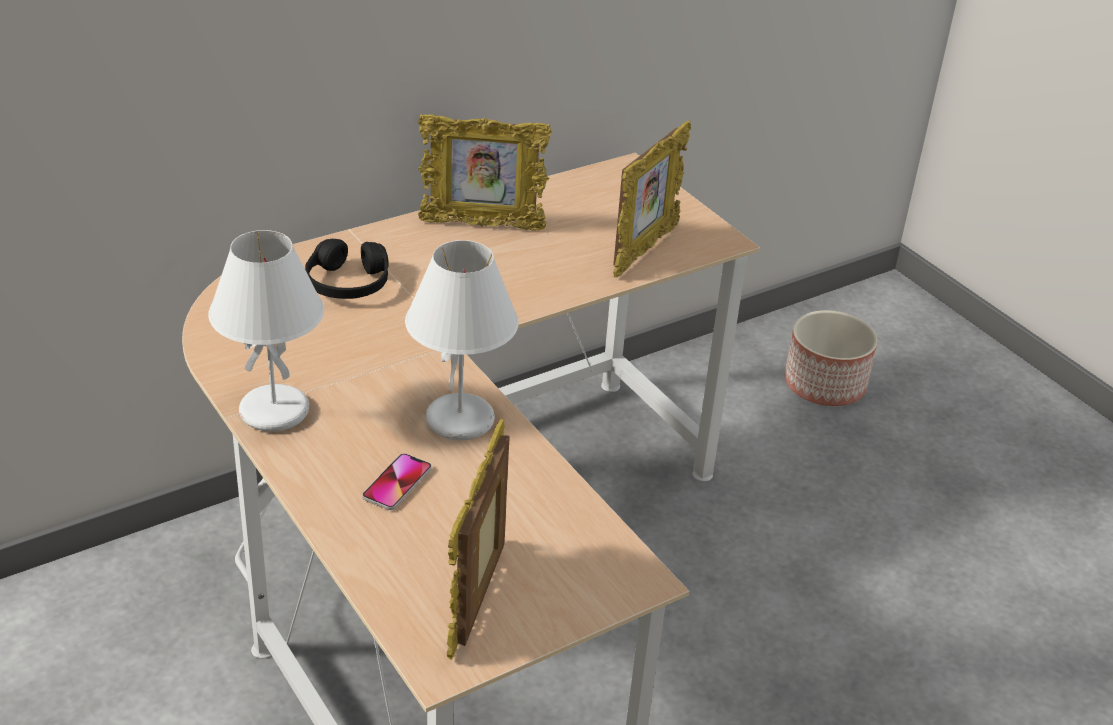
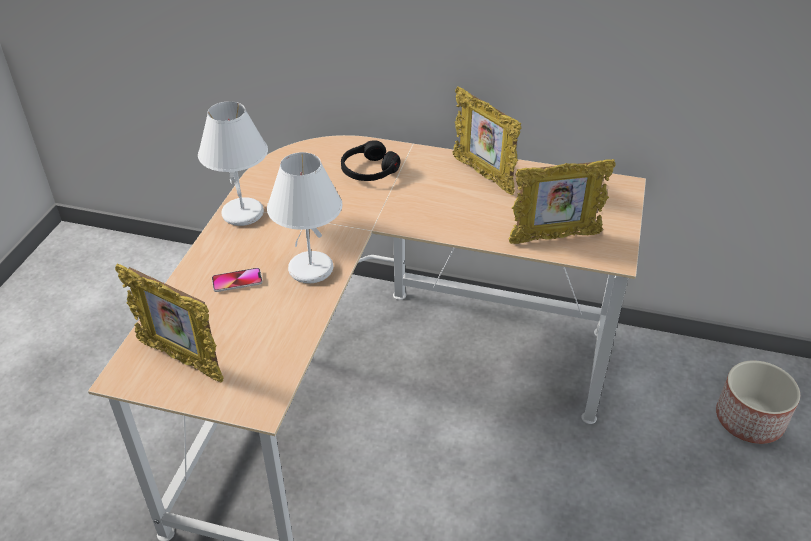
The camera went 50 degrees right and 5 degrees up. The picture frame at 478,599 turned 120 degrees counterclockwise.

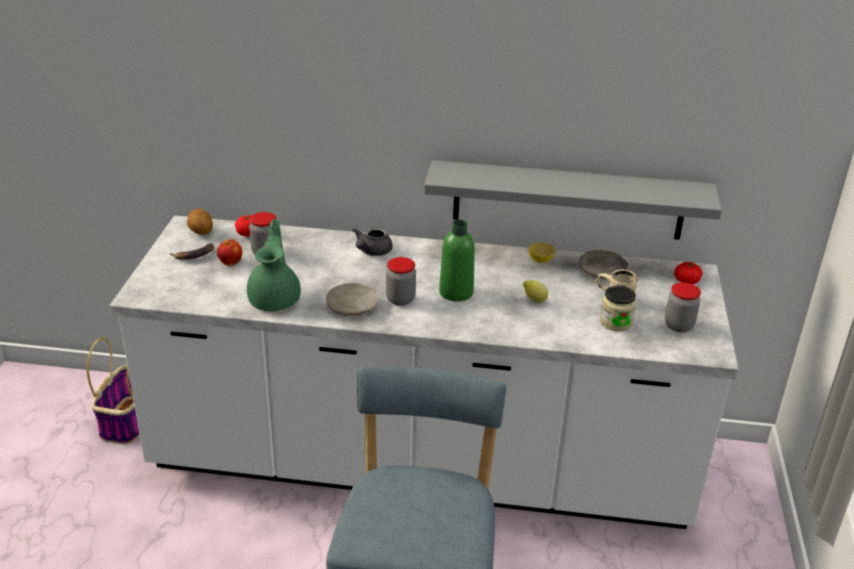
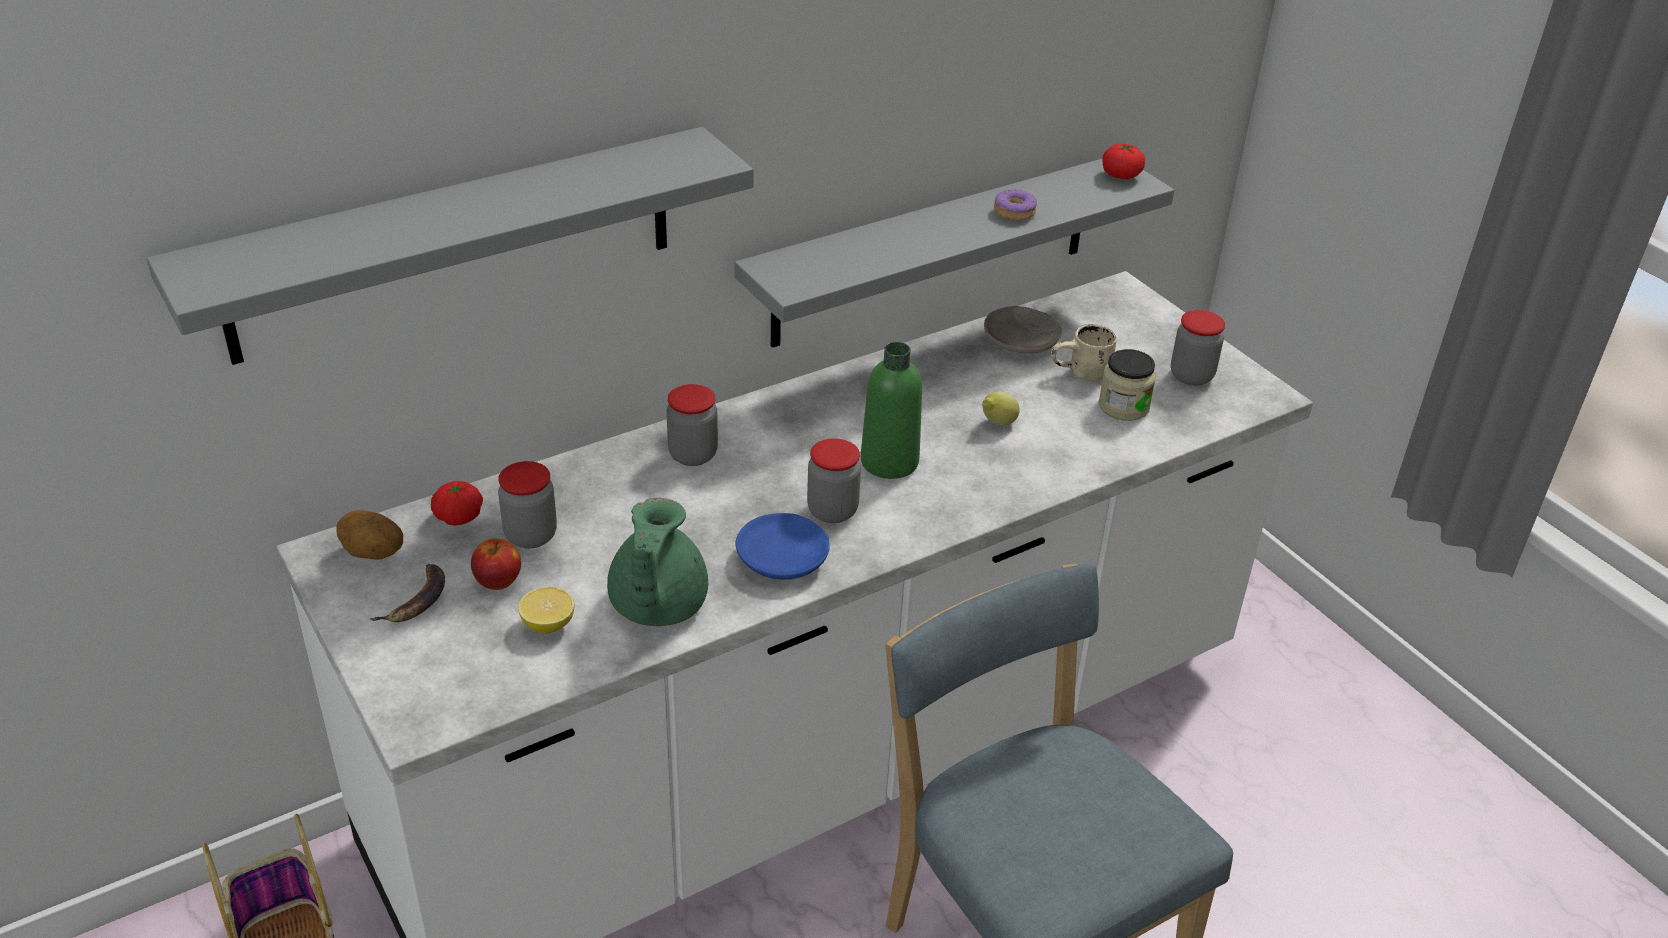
The camera went 40 degrees left and 5 degrees up. The greenish pot for tea at 275,299 turned 135 degrees counterclockwise. The beige dinner plate at 352,307 became the bluish dinner plate at 783,559. The greyish pot for tea at 372,252 was replaced by the storage jar at 693,454. The lemon moved from 541,260 to 548,624. The fresh tomato moved from 686,281 to 1121,175. The greyish shelf at 454,244 appeared. The doughnut at 1014,212 appeared.

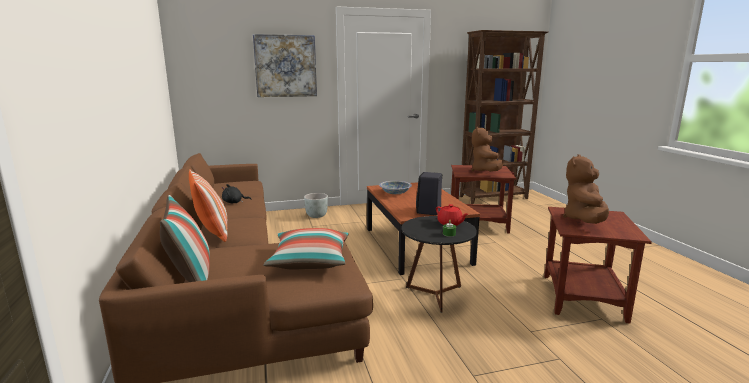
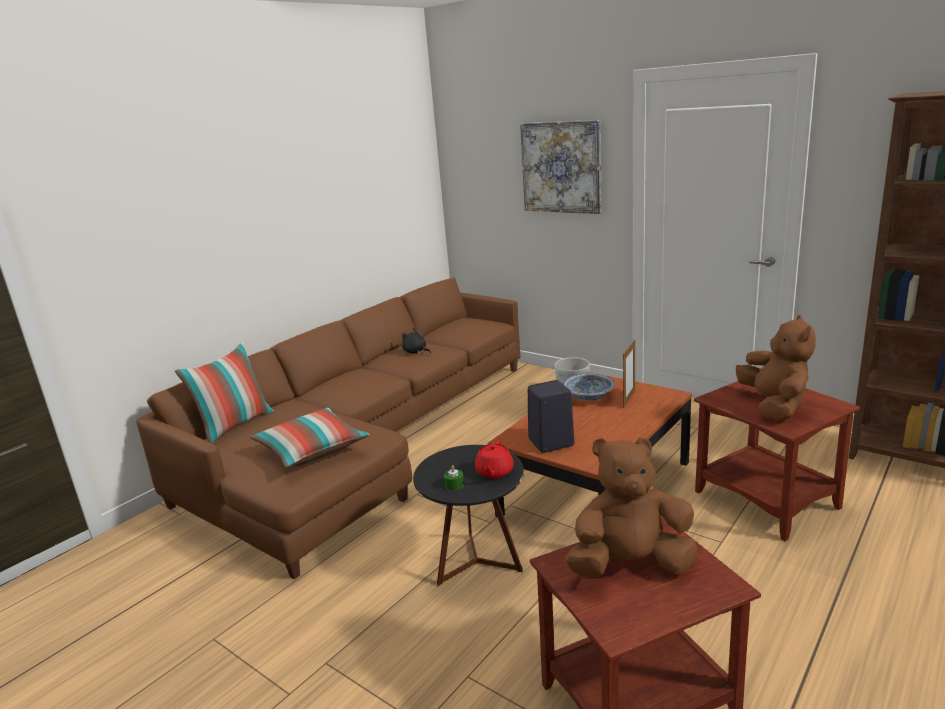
The camera went 55 degrees right and 5 degrees up. The pillow at 212,232 disappeared. The brownish cuddly toy at 485,171 turned 120 degrees clockwise. The picture frame at 629,399 appeared.

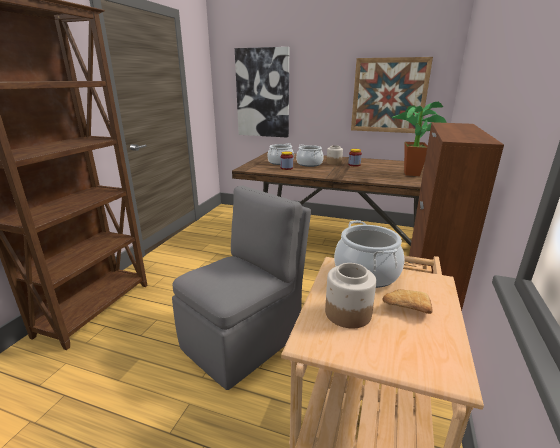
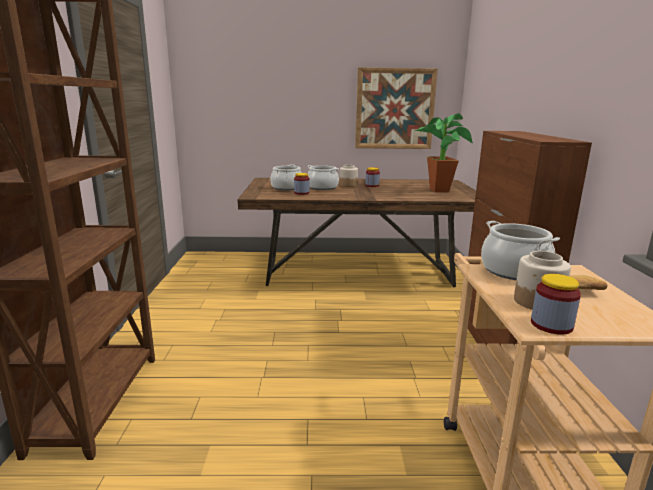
The camera went 20 degrees left and 5 degrees down. The greyish chair at 244,339 disappeared. The wall picture at 263,93 disappeared. The storage jar at 551,325 appeared.

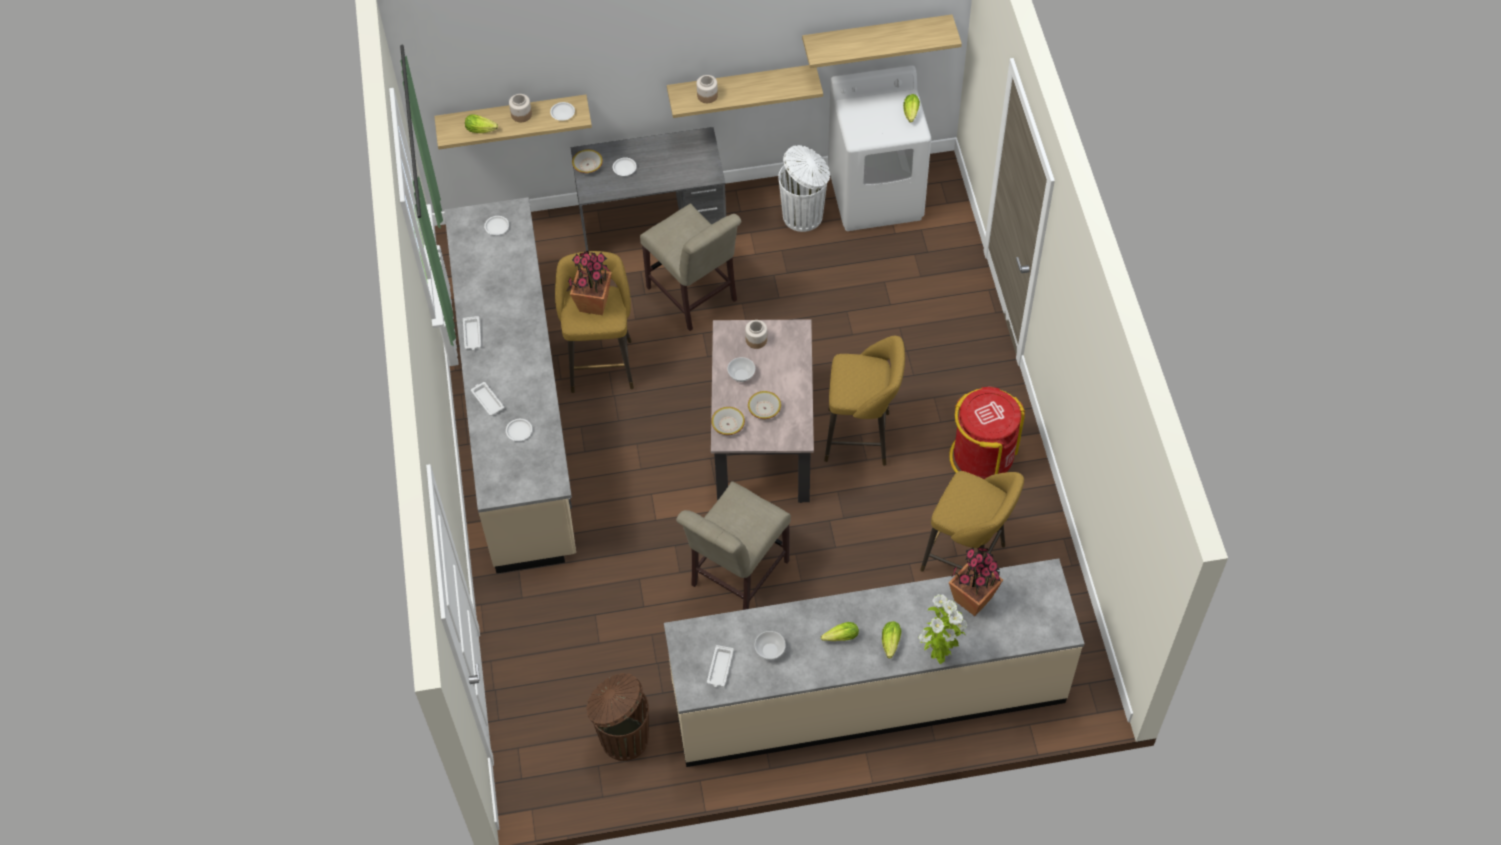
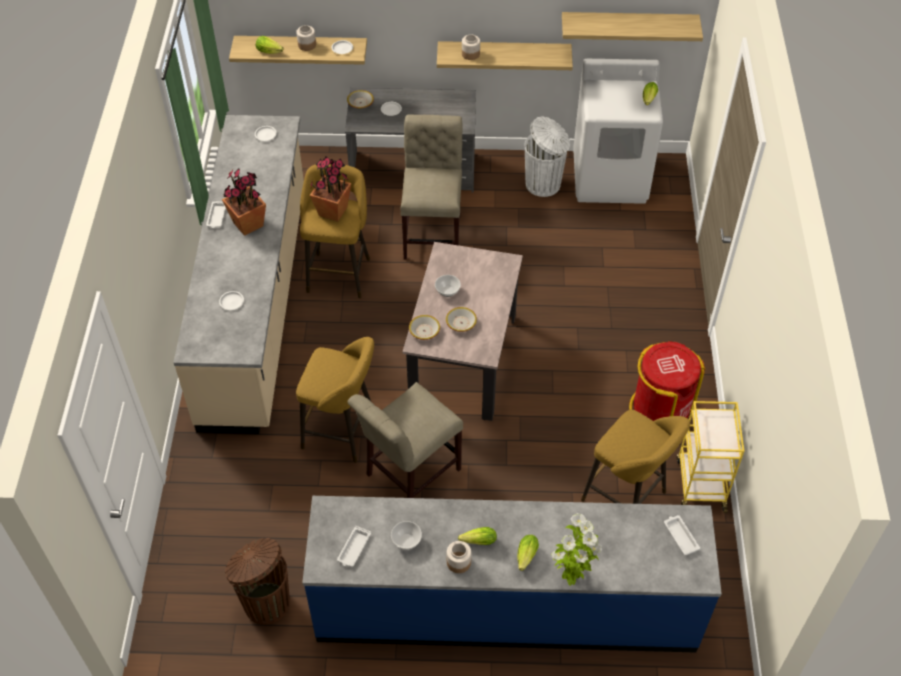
The camera went 10 degrees right and 5 degrees down. The white carrying tray moved from 487,400 to 680,536. The beige chair at 694,297 turned 150 degrees counterclockwise. The beige kitchen base unit at 868,693 became the bluish kitchen base unit at 506,606. The storage jar moved from 756,340 to 459,562. The yellow sitting stool moved from 862,437 to 343,432. The potted plant moved from 972,599 to 248,224. The yellow wheeled cart at 700,483 appeared.

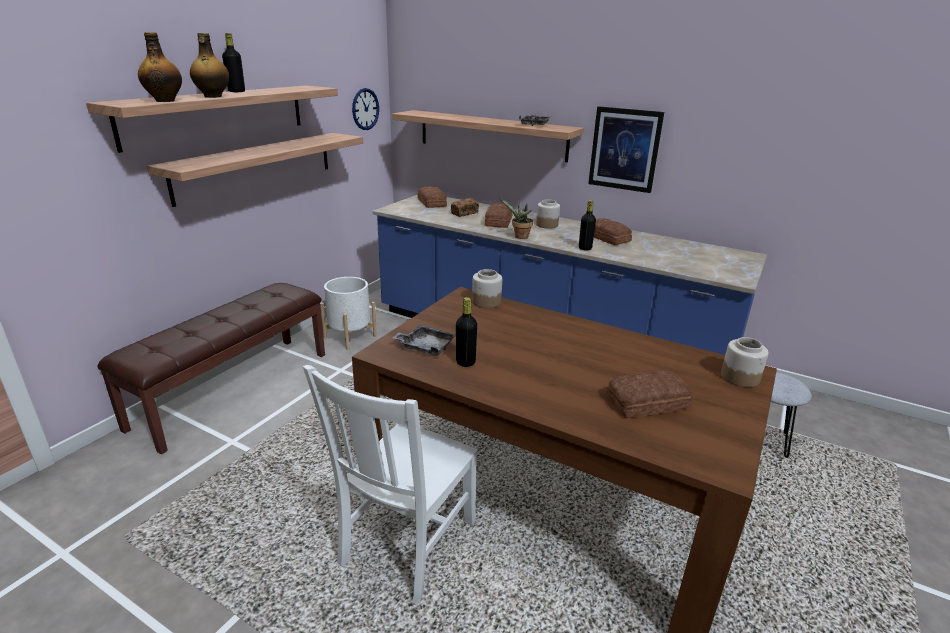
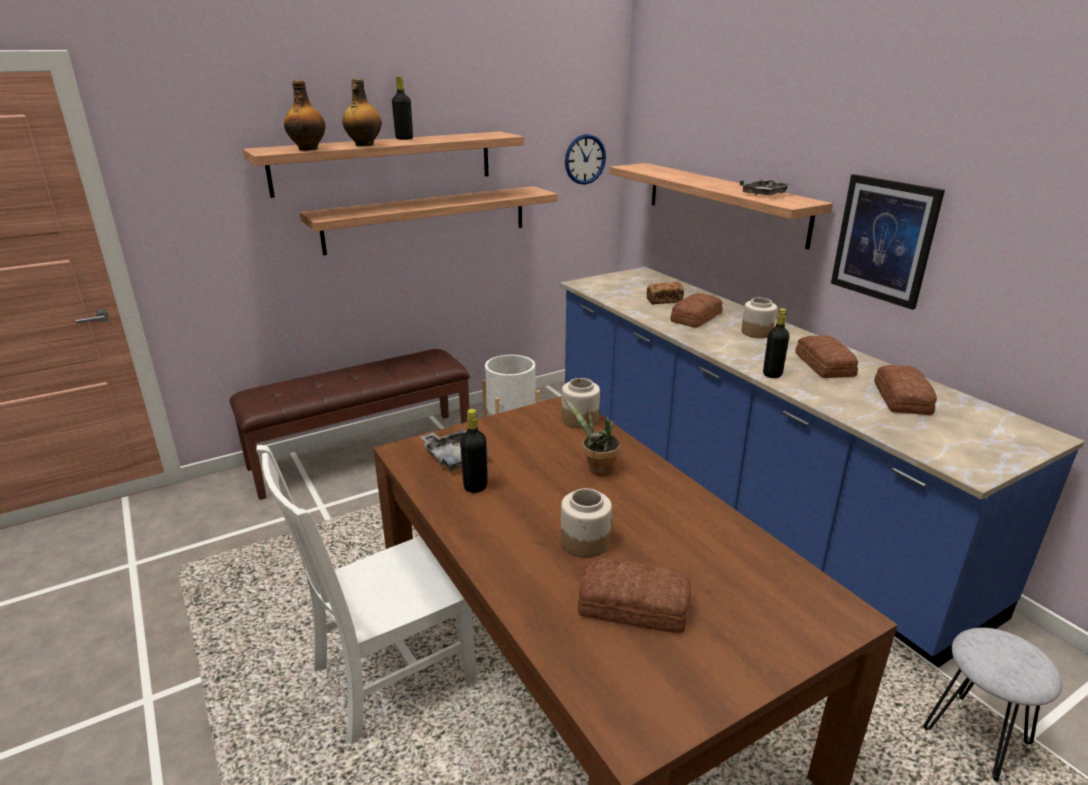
The camera went 30 degrees right and 0 degrees up. The bakery bread moved from 432,202 to 903,398. The potted plant moved from 519,237 to 596,469. The storage jar moved from 740,377 to 585,541.

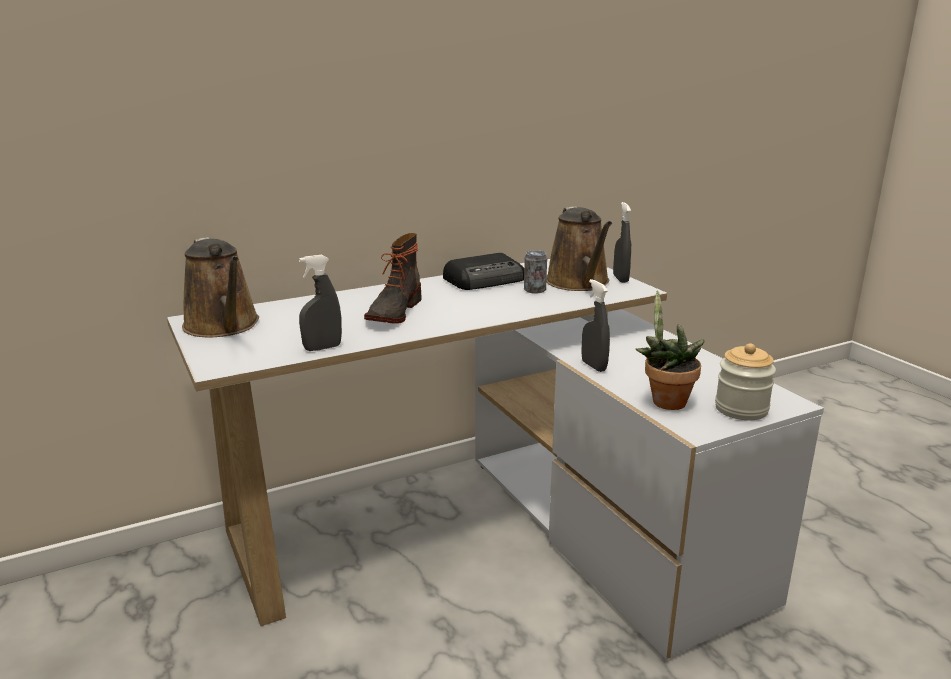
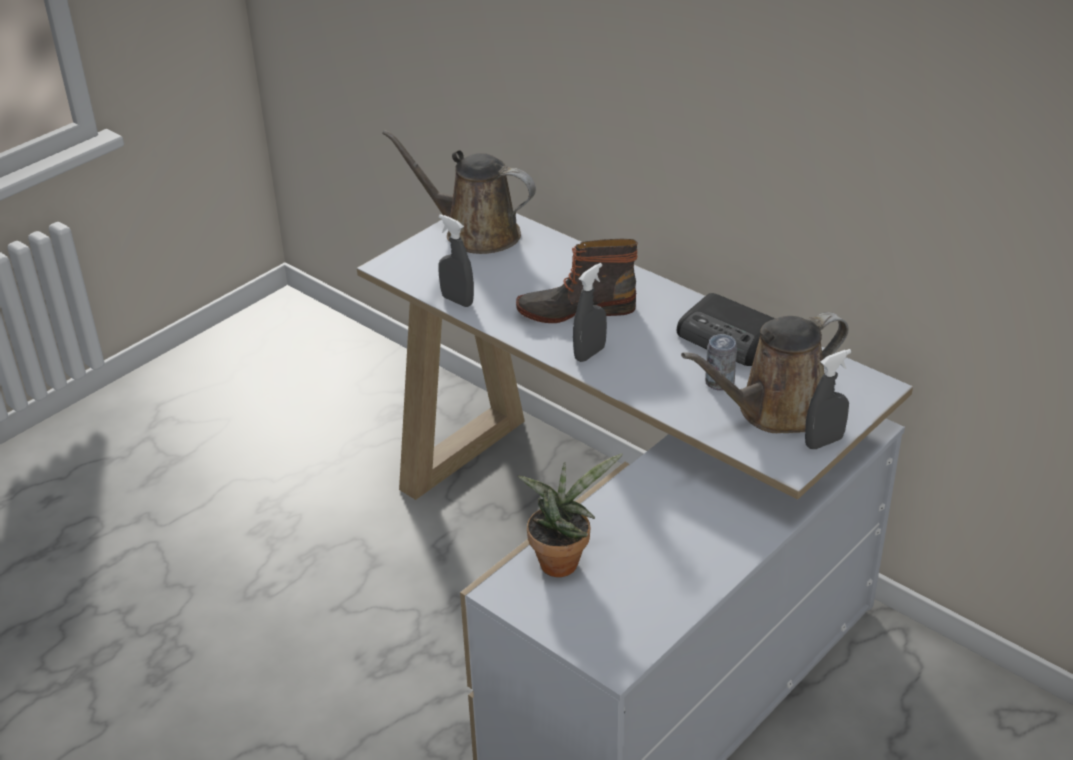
The camera went 70 degrees right and 15 degrees up. The brownish watering can at 223,326 turned 75 degrees clockwise. The greyish sprayer moved from 593,366 to 589,353. The storage jar at 741,409 disappeared.

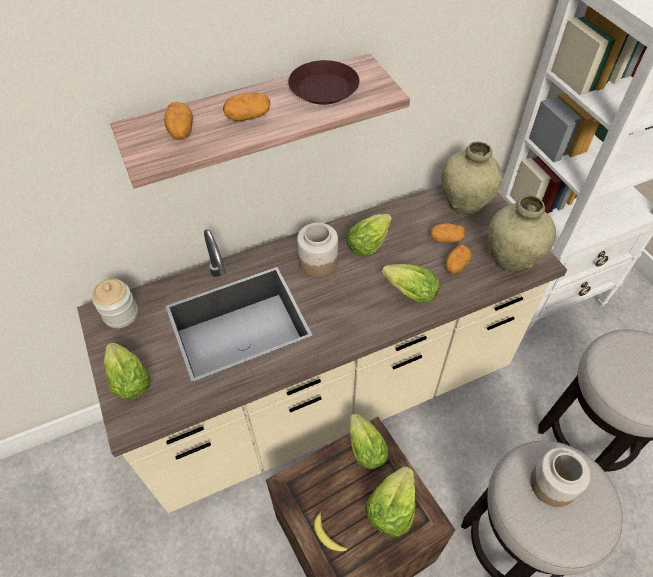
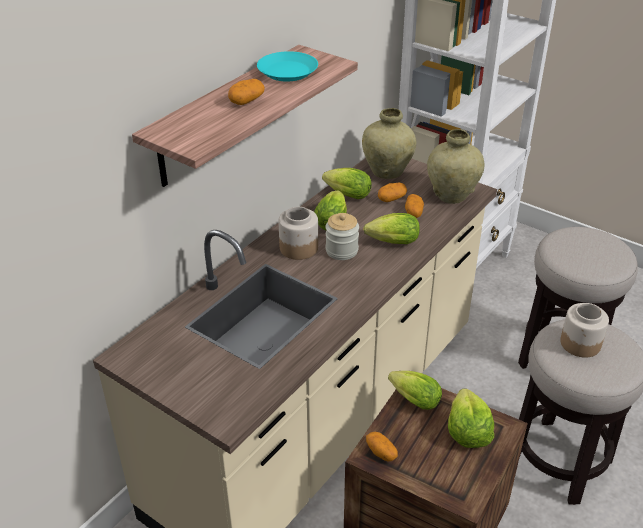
The camera went 30 degrees left and 15 degrees down. The storage jar moved from 121,314 to 341,251. The lettuce moved from 128,378 to 345,195. The spud moved from 181,130 to 381,452. The brownish dinner plate at 323,89 became the turquoise dinner plate at 288,72. The banana at 328,535 disappeared.

